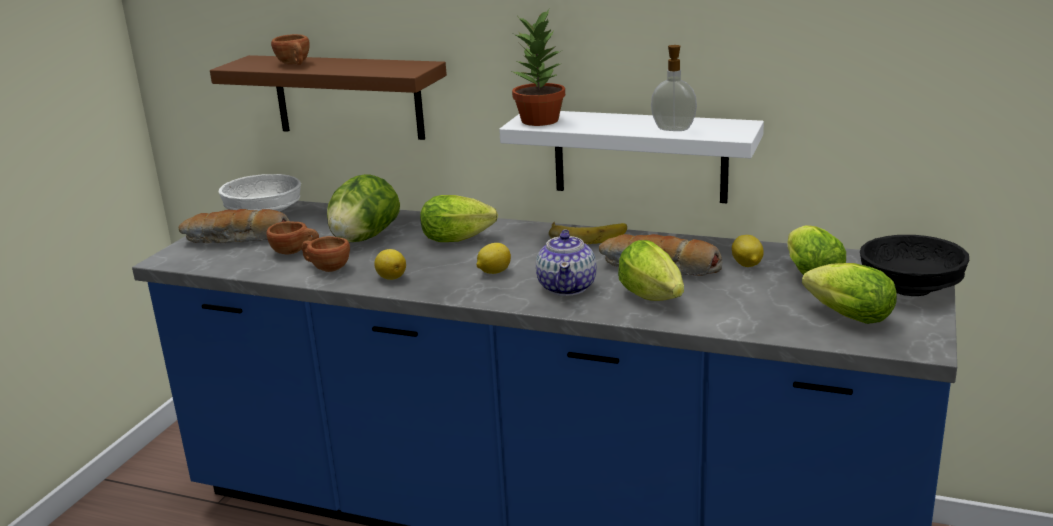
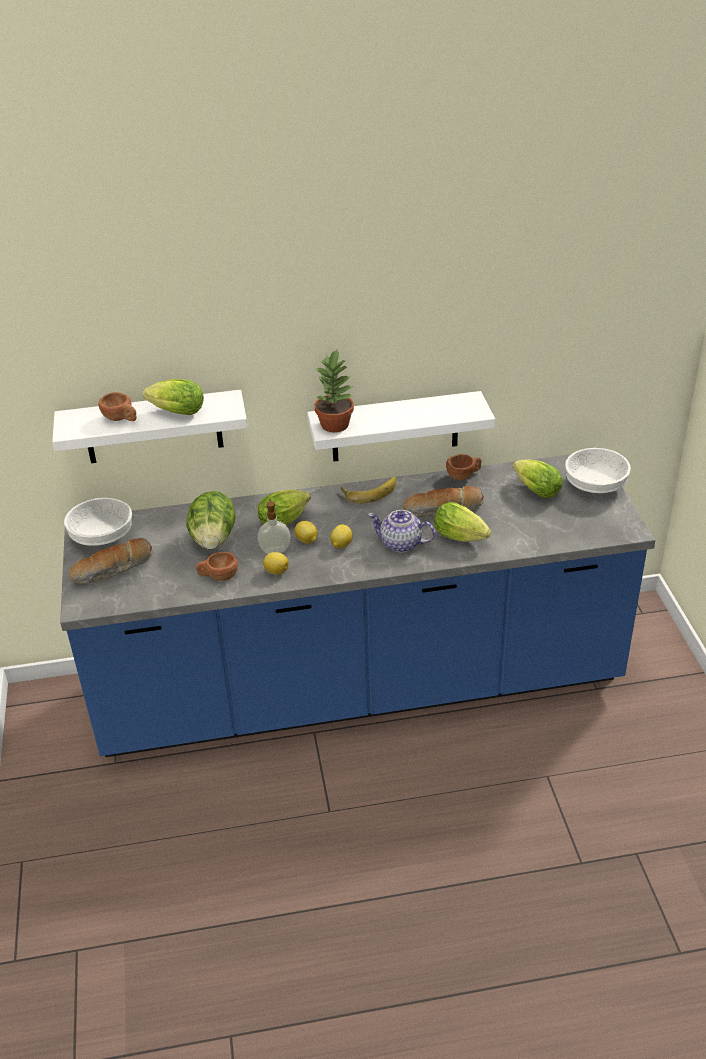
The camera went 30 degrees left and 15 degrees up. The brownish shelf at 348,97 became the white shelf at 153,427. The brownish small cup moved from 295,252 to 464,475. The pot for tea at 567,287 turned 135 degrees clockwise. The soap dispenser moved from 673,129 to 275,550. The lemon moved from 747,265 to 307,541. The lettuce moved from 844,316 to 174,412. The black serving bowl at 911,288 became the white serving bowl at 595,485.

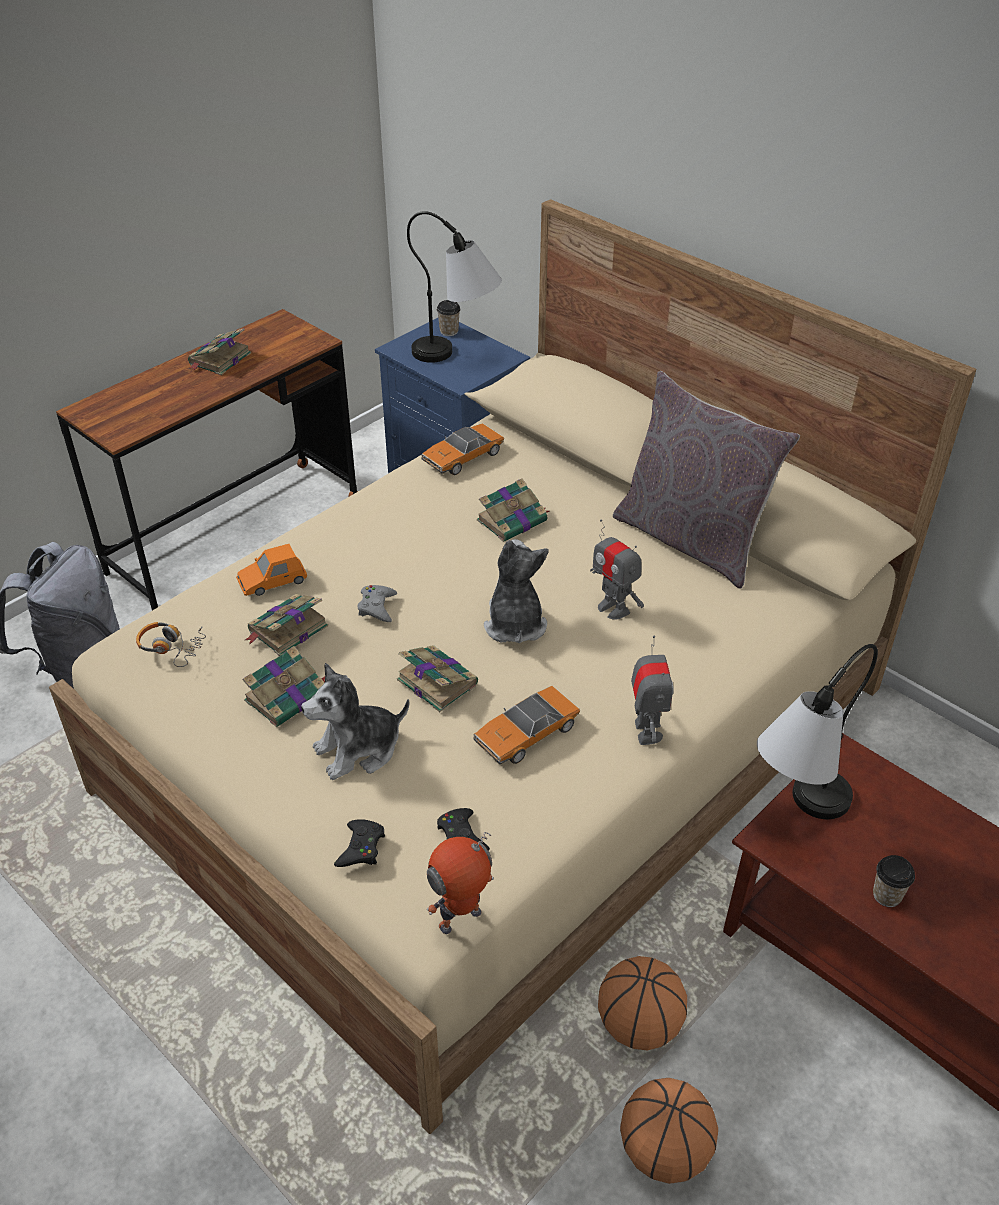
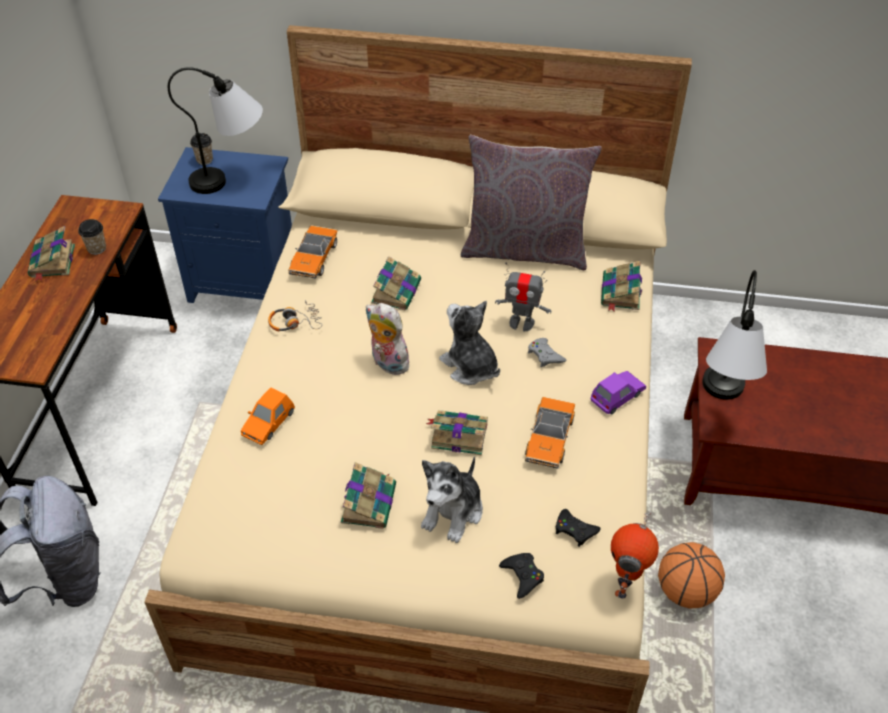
The camera went 35 degrees left and 5 degrees up. The pair of headphones moved from 171,647 to 295,322. The volume moved from 286,630 to 620,293. The greyish game controller moved from 377,607 to 545,355. The basketball ball at 664,1150 disappeared. The robot figure at 646,731 was replaced by the purplish miniature car at 617,396. The small cup moved from 887,895 to 97,248. The cuddly toy at 387,363 appeared.

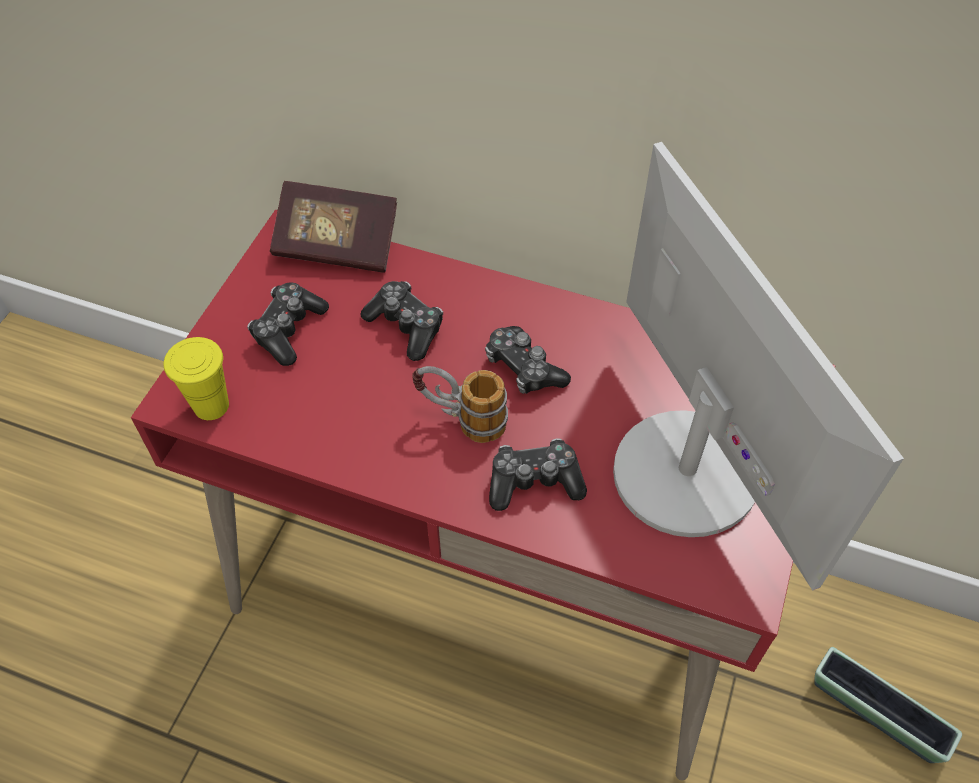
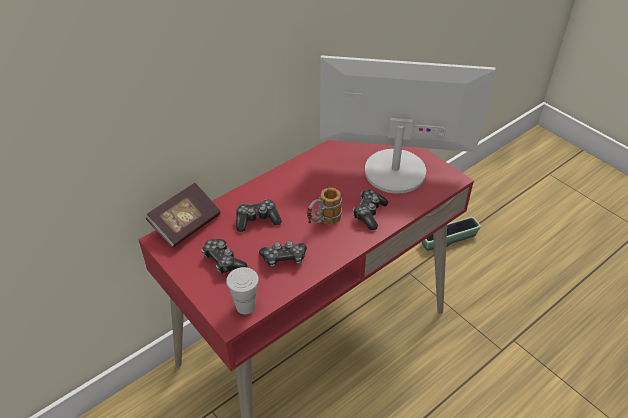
The camera went 60 degrees left and 10 degrees down. The yellow small cup at 211,406 became the white small cup at 245,306. The game controller moved from 523,368 to 284,259.

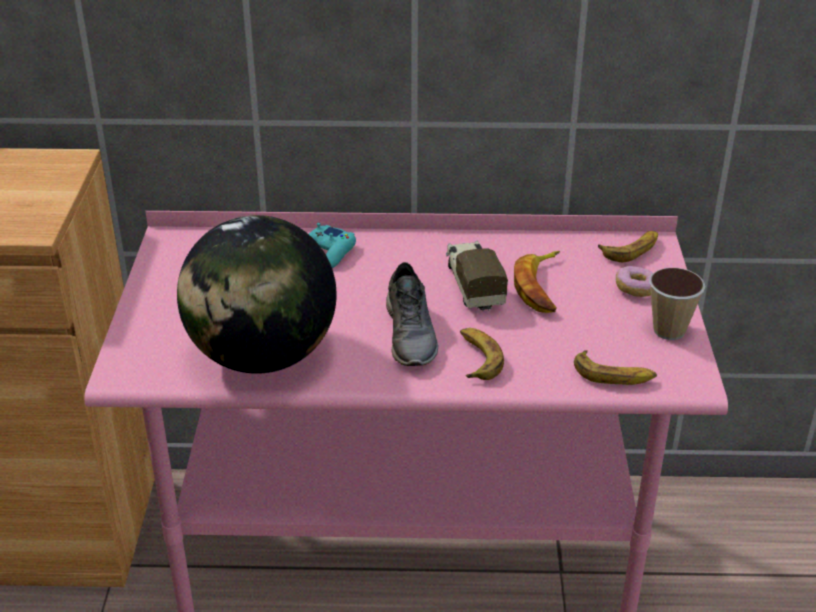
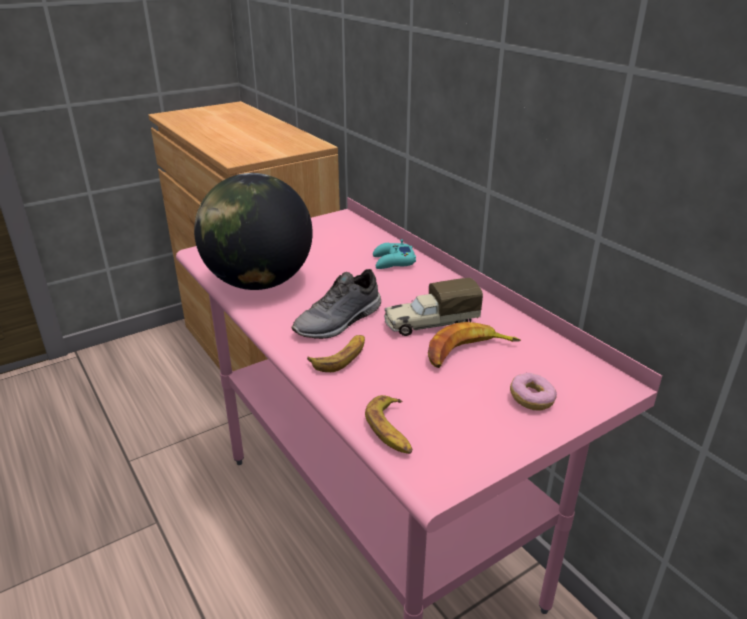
The camera went 55 degrees right and 5 degrees down. The toy lorry at 473,285 turned 150 degrees counterclockwise. The banana at 631,250 disappeared. The small cup at 669,330 disappeared.

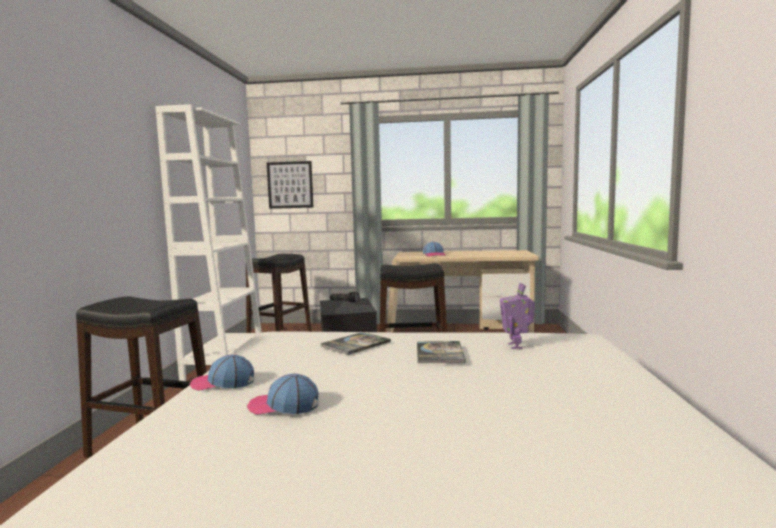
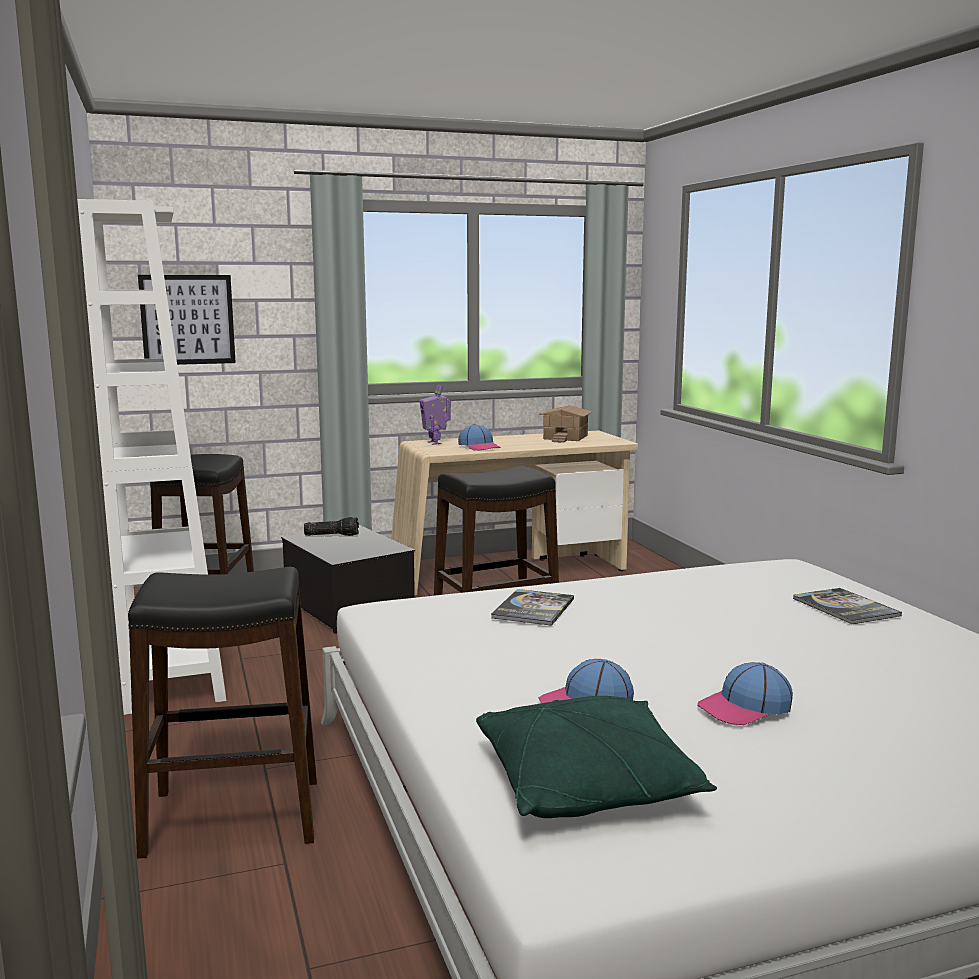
The camera went 25 degrees left and 5 degrees up. The peaked cap moved from 222,382 to 745,707. The volume moved from 439,353 to 845,607. The robot figure moved from 516,346 to 435,443. The greenish pillow at 588,785 appeared. The toy house at 566,437 appeared.

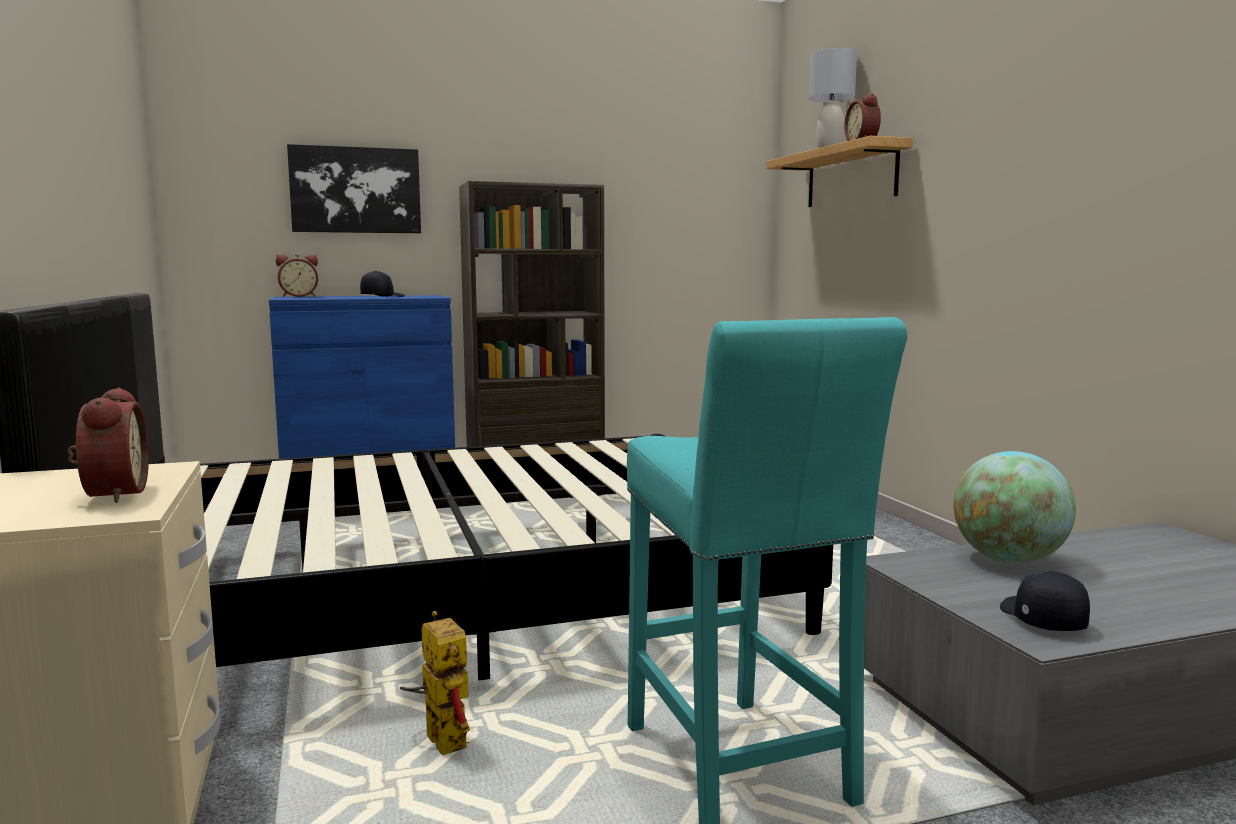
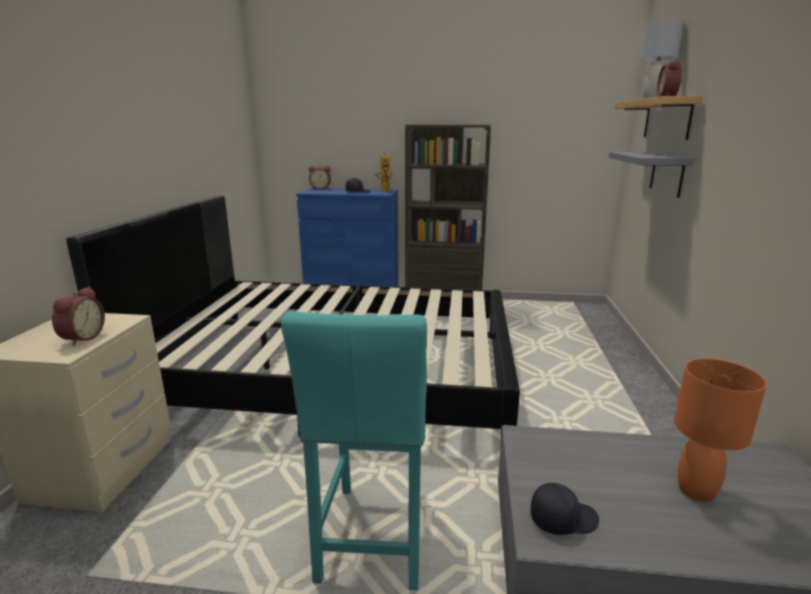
The camera went 25 degrees right and 10 degrees up. The wall picture at 355,190 disappeared. The robot figure moved from 439,740 to 384,190. The world globe at 1008,560 disappeared. The black peaked cap at 1040,619 turned 60 degrees clockwise. The greyish shelf at 667,173 appeared. The orangey lamp for a table at 697,491 appeared.

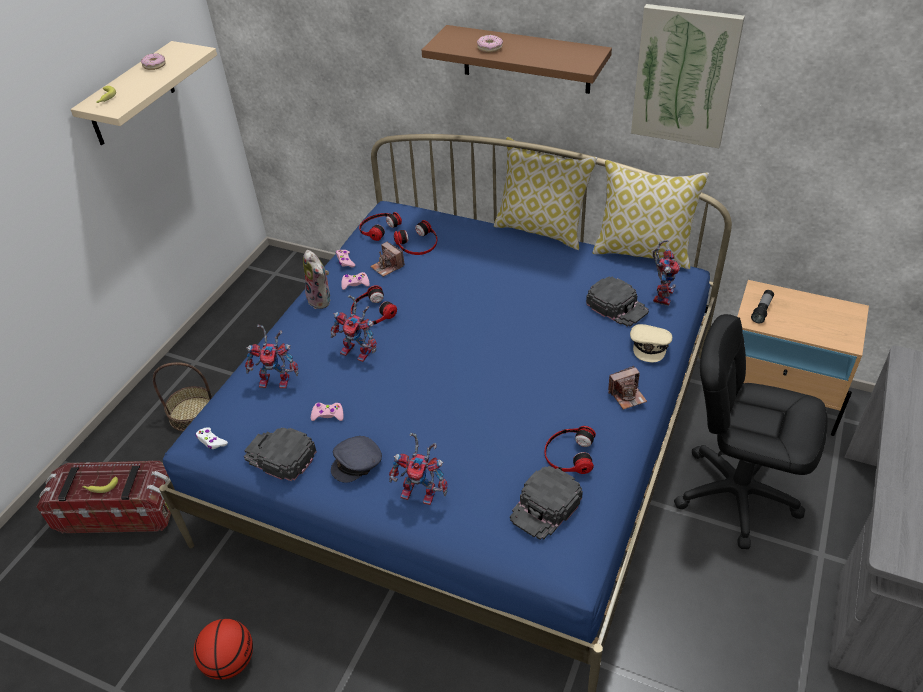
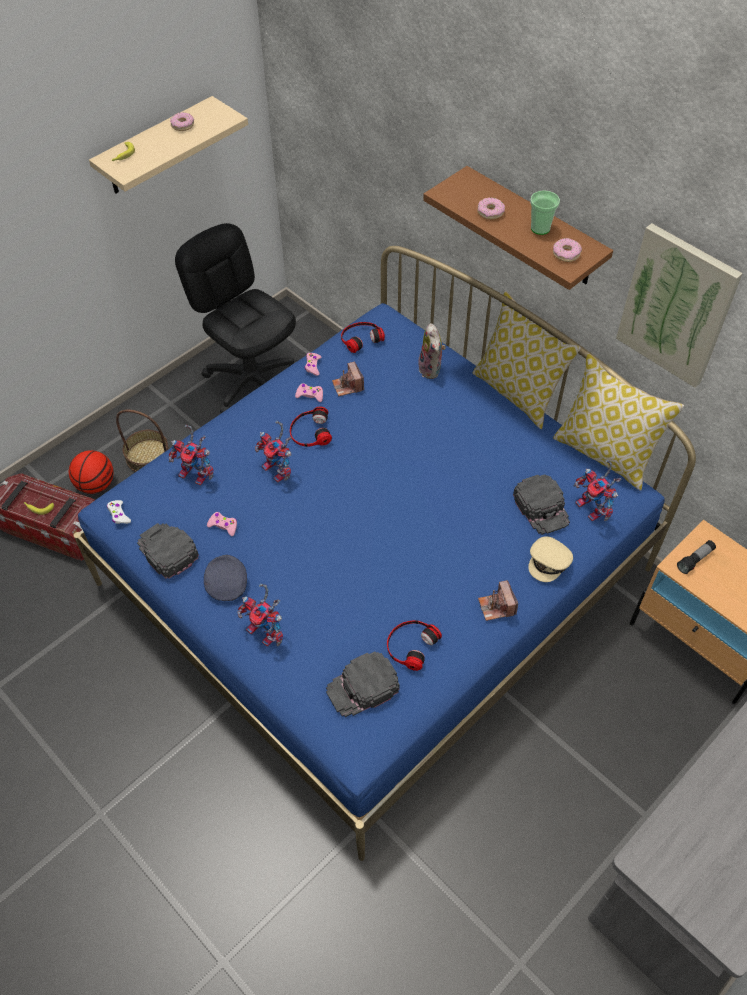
The camera went 20 degrees right and 10 degrees up. The basketball ball moved from 230,661 to 96,484. The cuddly toy moved from 321,300 to 431,369. The greyish peaked cap at 357,463 turned 105 degrees clockwise. The pair of headphones at 418,243 disappeared. The photo camera at 627,395 turned 75 degrees clockwise. The robot figure at 661,294 turned 105 degrees clockwise. The black office chair moved from 736,494 to 252,381. The small cup at 540,228 appeared. The doughnut at 566,254 appeared.

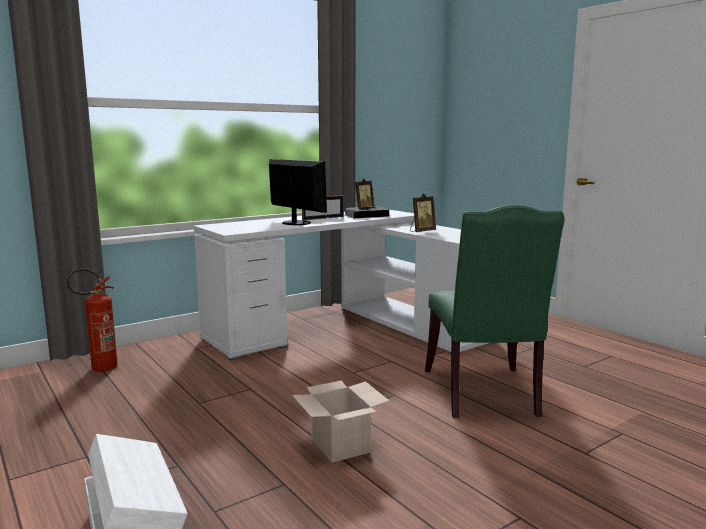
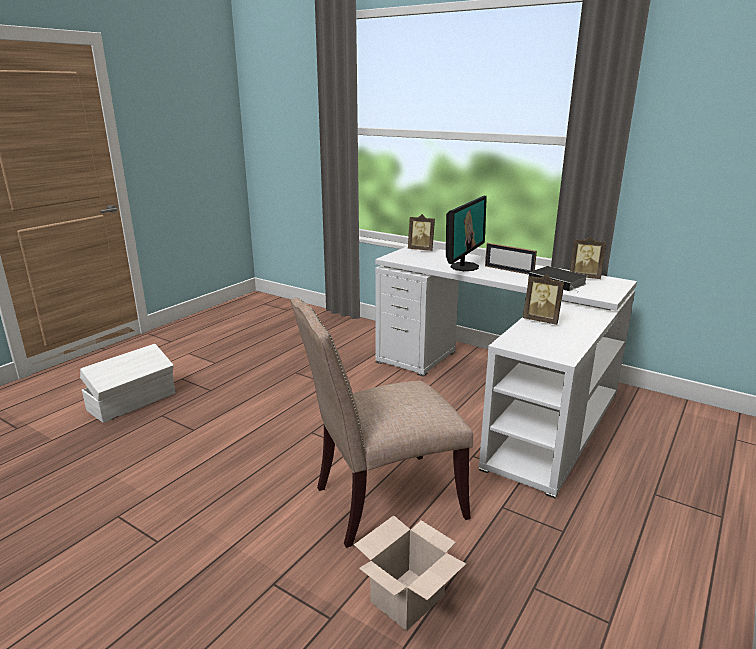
The camera went 70 degrees right and 10 degrees up. The fire-fighting cylinder at 99,369 disappeared. The cardboard box moved from 341,445 to 407,600. The greenish chair at 484,394 became the beige chair at 382,502. The picture frame at 421,249 appeared.

